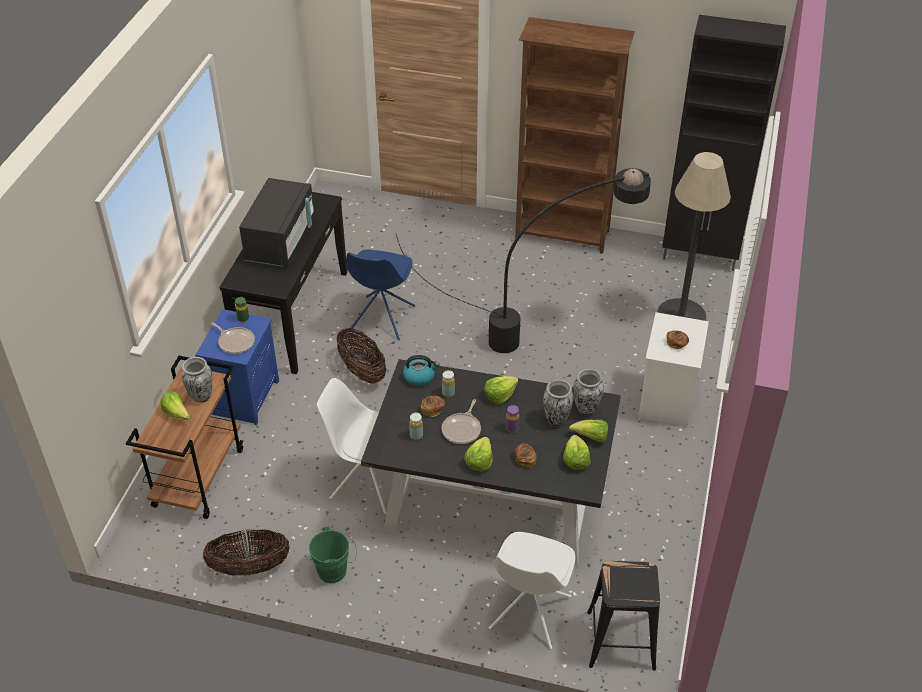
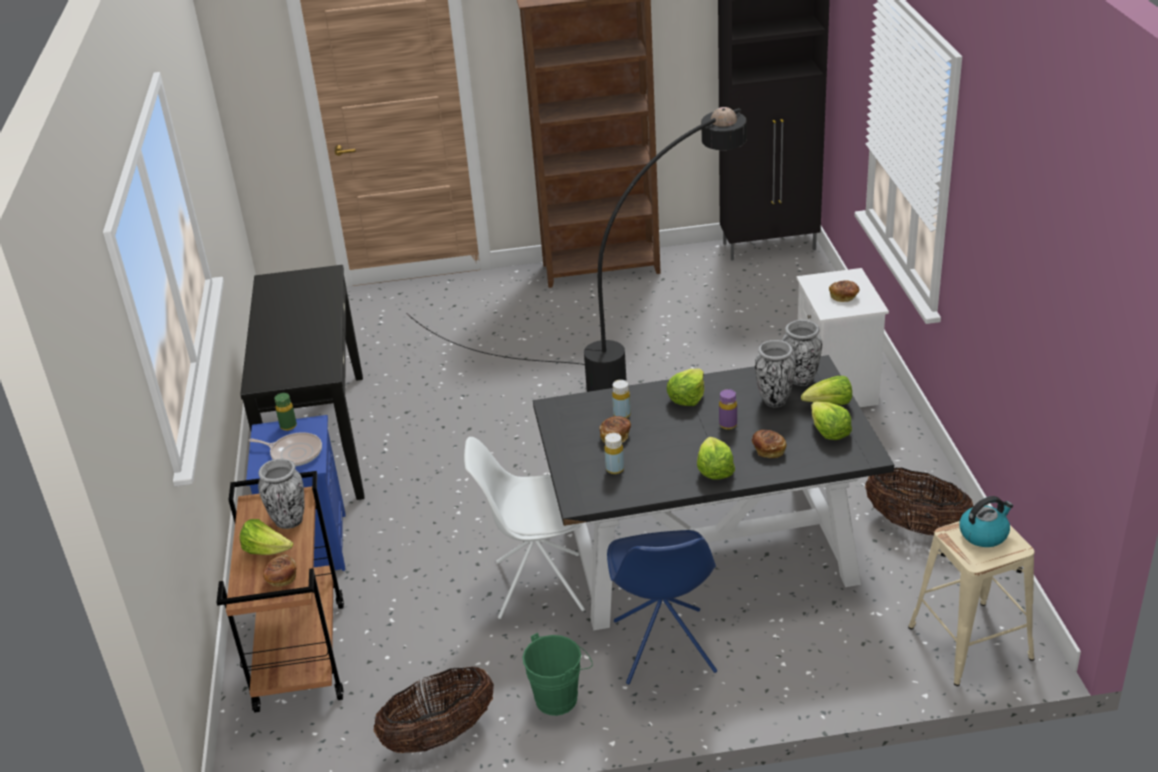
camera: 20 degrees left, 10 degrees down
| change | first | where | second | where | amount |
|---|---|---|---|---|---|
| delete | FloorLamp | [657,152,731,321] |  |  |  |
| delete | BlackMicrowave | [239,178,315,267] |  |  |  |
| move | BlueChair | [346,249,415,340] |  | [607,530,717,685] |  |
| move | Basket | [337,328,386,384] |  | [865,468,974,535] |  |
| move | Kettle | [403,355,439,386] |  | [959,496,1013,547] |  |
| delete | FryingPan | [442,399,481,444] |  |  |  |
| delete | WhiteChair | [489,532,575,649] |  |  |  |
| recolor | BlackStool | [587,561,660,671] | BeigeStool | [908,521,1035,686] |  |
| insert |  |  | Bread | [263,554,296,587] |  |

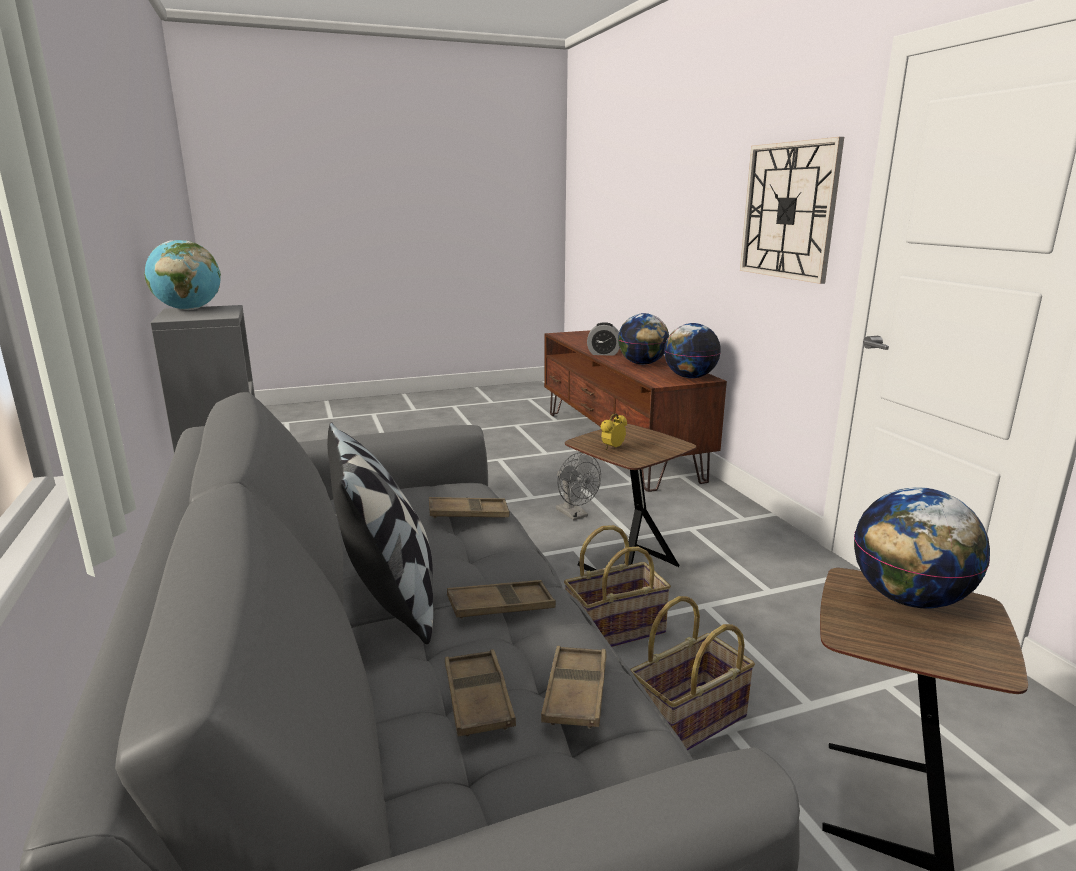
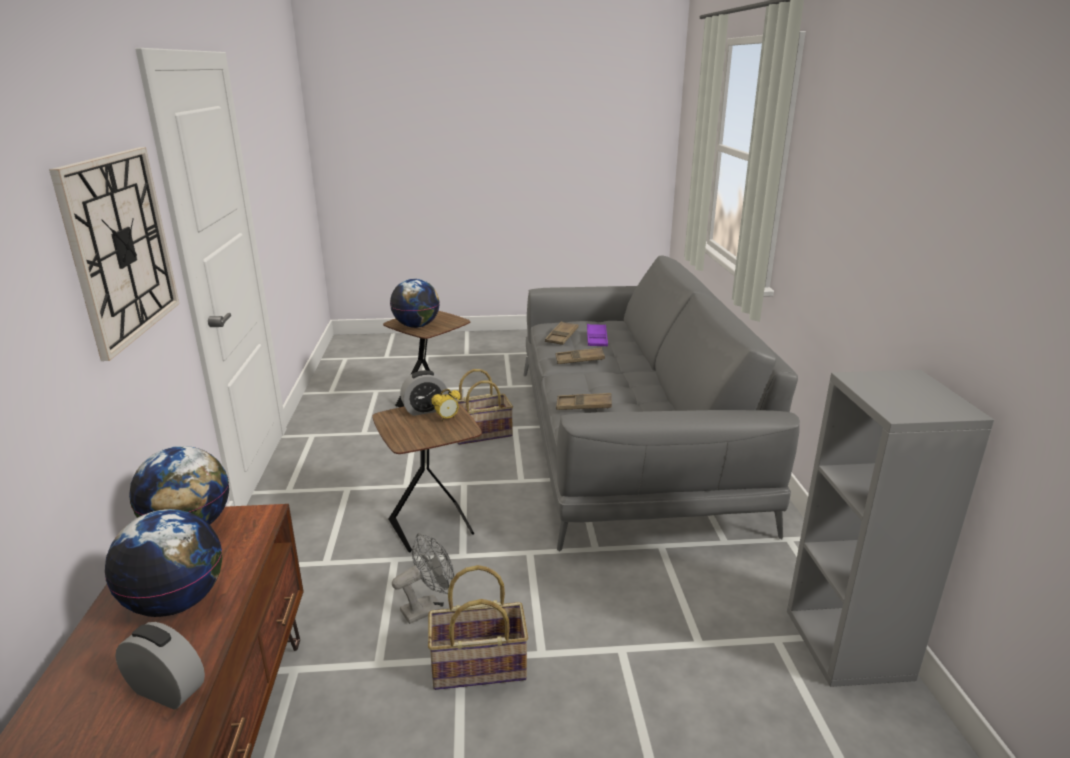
camera: 165 degrees left, 5 degrees up
| change | first | where | second | where | amount |
|---|---|---|---|---|---|
| delete | Globe | [145,240,221,310] |  |  |  |
| delete | Pillow | [327,422,433,644] |  |  |  |
| rotate | GreyFan | [556,452,601,520] |  | [392,533,454,624] | 75 degrees clockwise |
| move | Basket | [564,525,671,647] |  | [428,565,528,690] |  |
| recolor | BrownTray | [445,649,516,737] | PurpleTray | [587,324,608,346] |  |
| insert |  |  | AlarmClock | [400,370,448,416] |  |

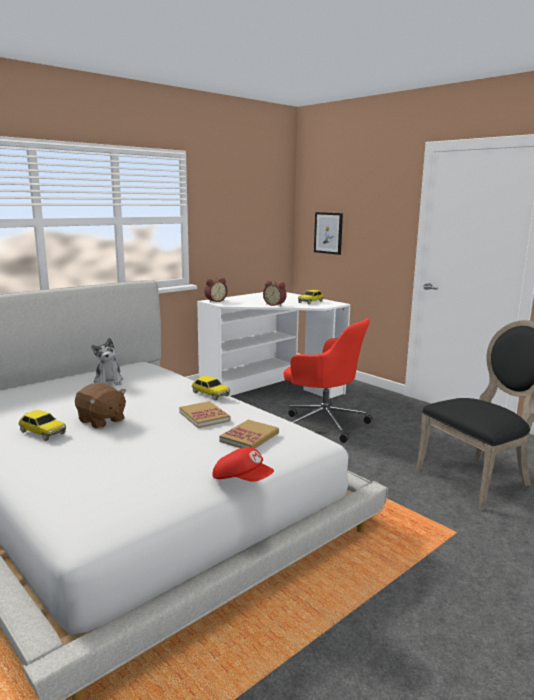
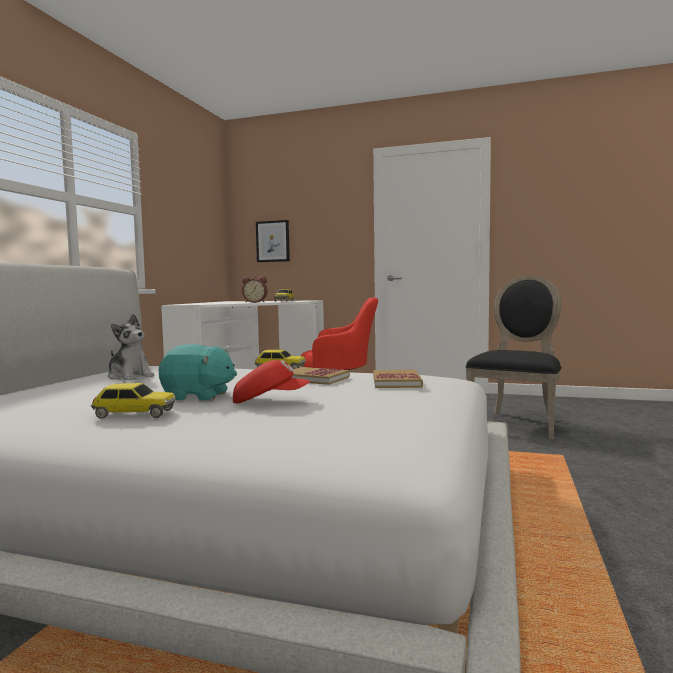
camera: 30 degrees left, 10 degrees down
| change | first | where | second | where | amount |
|---|---|---|---|---|---|
| delete | AlarmClock | [205,278,227,302] |  |  |  |
| recolor | BrownPlushToy | [75,383,127,429] | TurquoisePlushToy | [159,344,237,401] |  |
| move | RedCap | [213,447,274,482] |  | [233,360,310,403] |  |

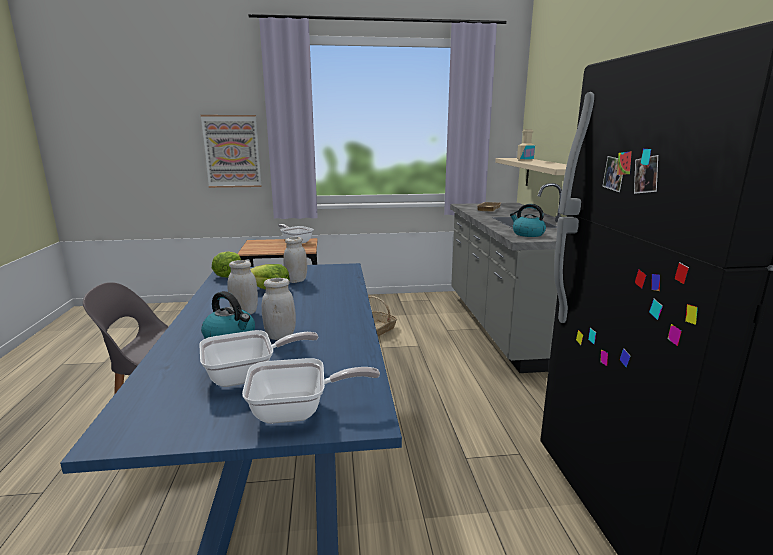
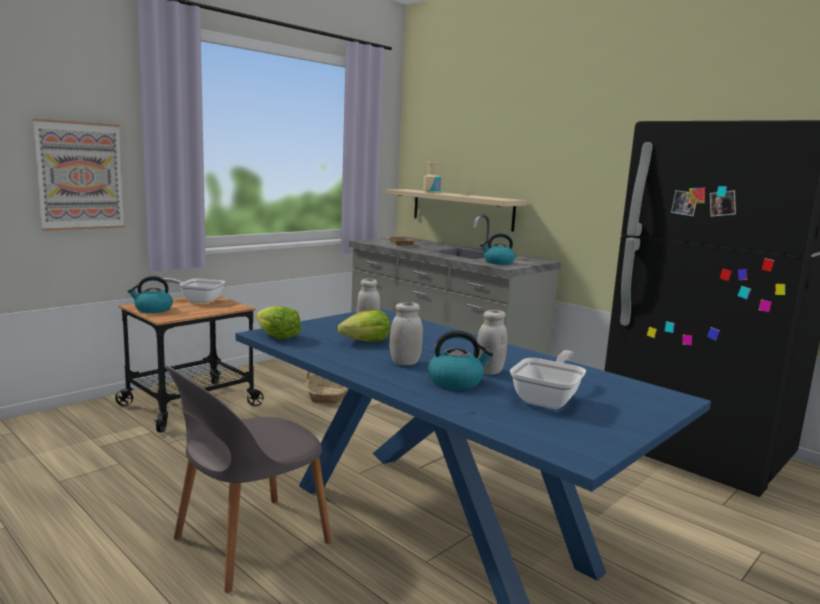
camera: 40 degrees left, 5 degrees down
| change | first | where | second | where | amount |
|---|---|---|---|---|---|
| delete | FryingPan | [242,358,380,424] |  |  |  |
| insert |  |  | Kettle | [128,276,173,313] |  |

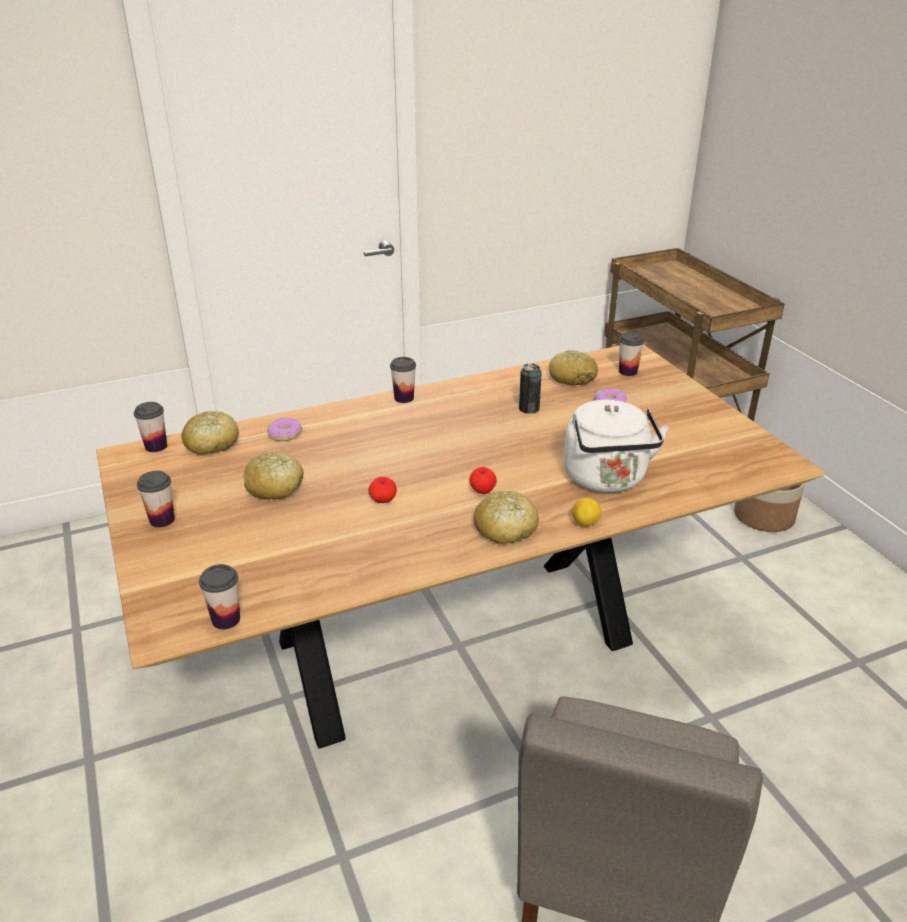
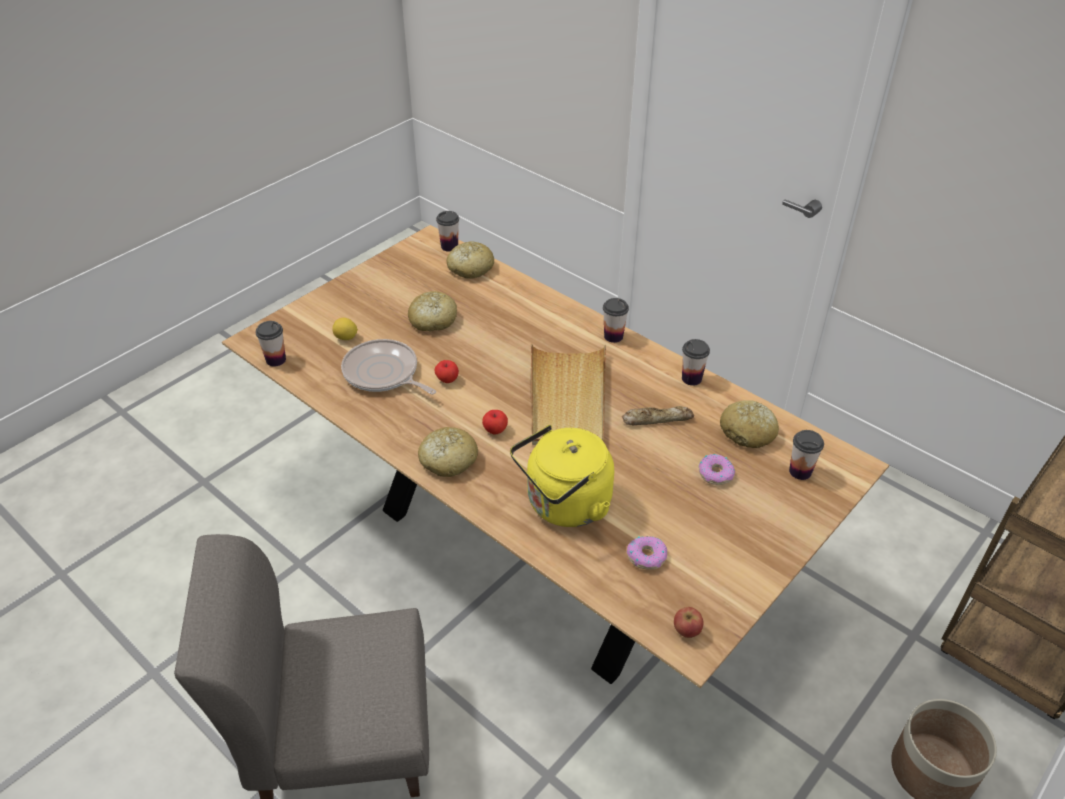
camera: 65 degrees right, 10 degrees up
| change | first | where | second | where | amount |
|---|---|---|---|---|---|
| replace | Can | [519,363,542,414] | Bread | [622,406,694,425] |  |
| recolor | WhiteKettle | [564,400,669,493] | YellowKettle | [510,425,614,527] |  |
| move | Donut | [267,418,303,441] |  | [627,536,667,570] |  |
| move | Cup | [137,471,175,528] |  | [682,339,710,386] |  |
| move | Lemon | [572,498,601,526] |  | [332,318,358,340] |  |
| insert |  |  | FryingPan | [341,339,436,394] |  |
| insert |  |  | BeigeTray | [531,343,606,445] |  |
| insert |  |  | Apple | [674,607,704,638] |  |

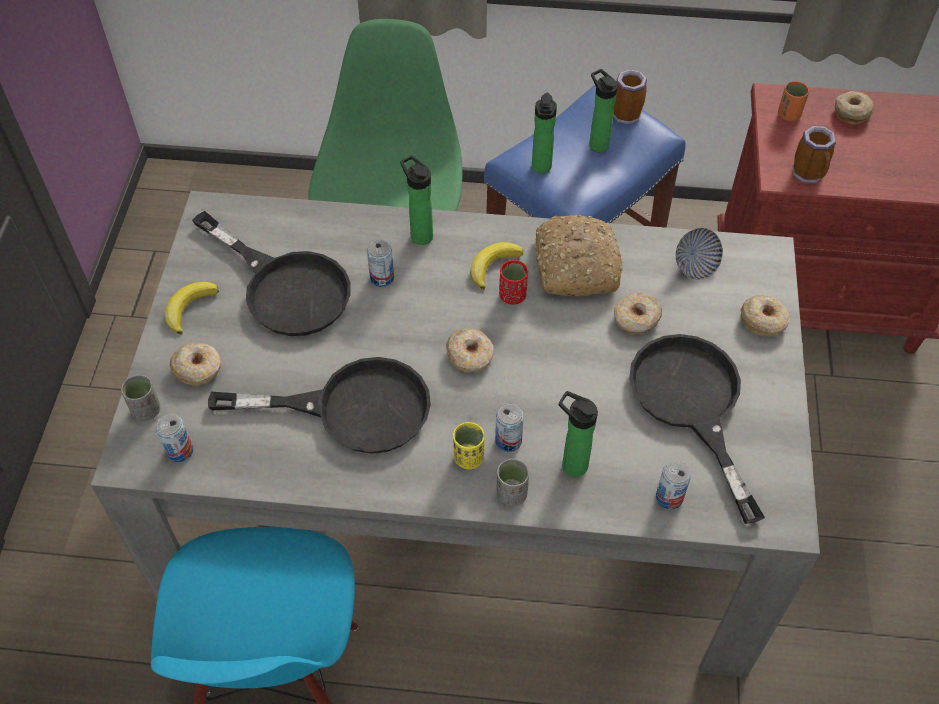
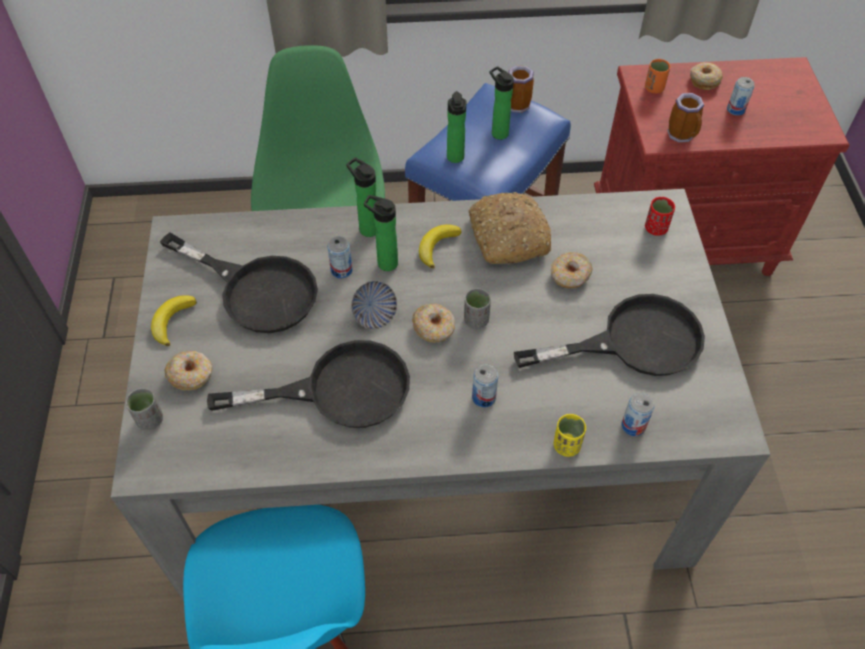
camera: 10 degrees left, 0 degrees up
| change | first | where | second | where | amount |
|---|---|---|---|---|---|
| move | Bowl | [676,228,723,279] |  | [351,281,397,329] |  |
| move | RedCup | [499,260,528,305] |  | [645,197,675,236] |  |
| delete | Donut | [741,295,790,337] |  |  |  |
| rotate | BlackFryingPan | [629,334,765,524] |  | [514,294,705,376] | 105 degrees clockwise |
| move | Bottle | [559,391,598,477] |  | [364,195,398,271] |  |
| move | Can | [156,414,193,462] |  | [727,77,755,116] |  |
| move | YellowCup | [453,422,484,469] |  | [554,414,586,457] |  |
| move | GreyCup | [496,459,529,507] |  | [464,288,491,329] |  |

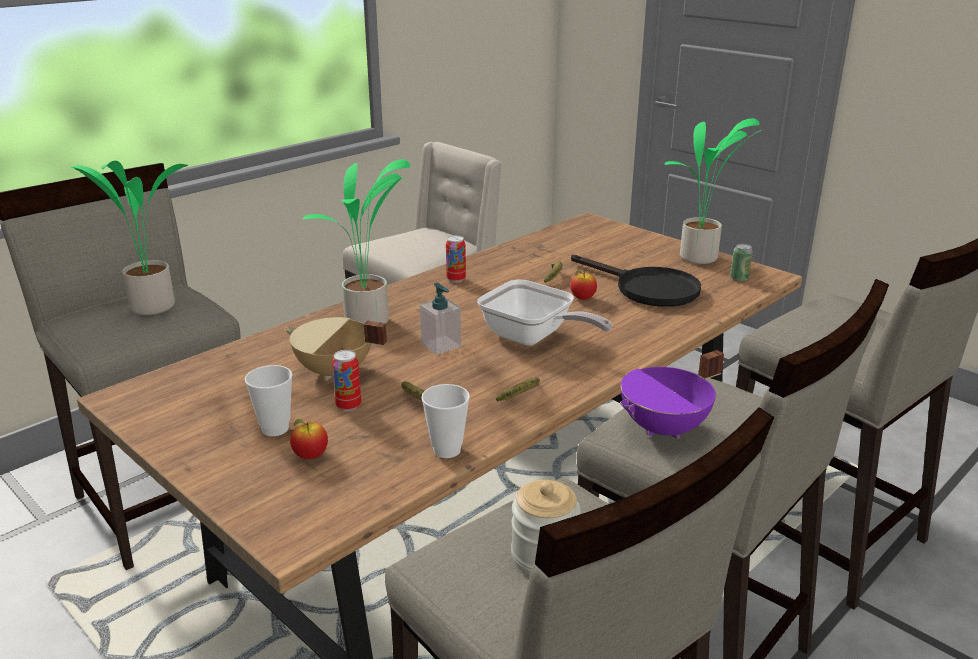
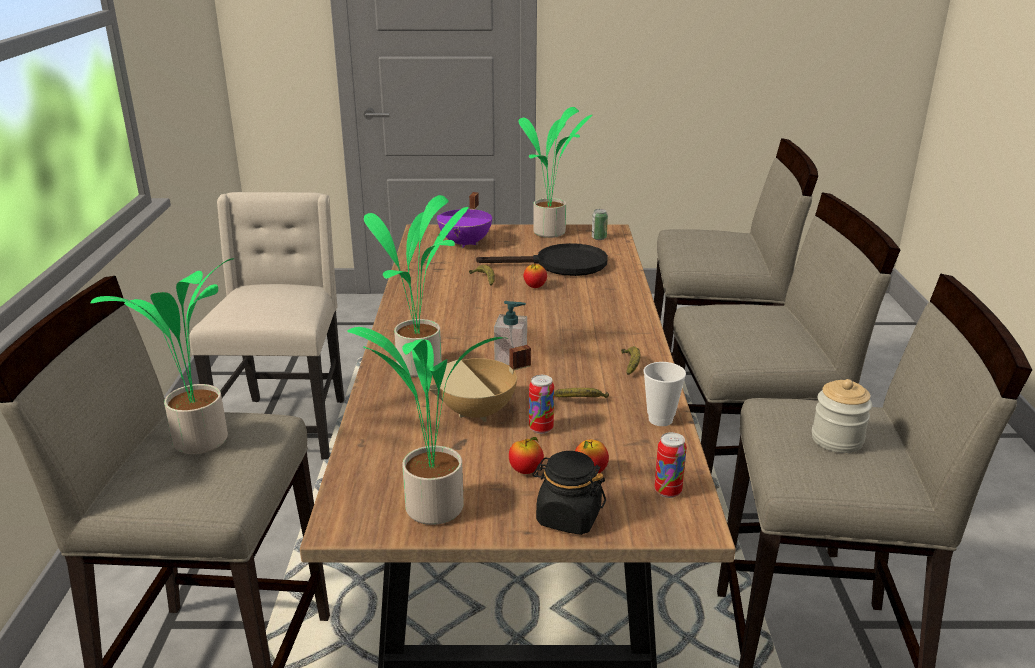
camera: 45 degrees left, 0 degrees up
| change | first | where | second | where | amount |
|---|---|---|---|---|---|
| move | Can | [446,235,466,283] |  | [654,432,687,498] |  |
| delete | FryingPan | [477,280,612,346] |  |  |  |
| move | PurpleCookingPot | [620,350,724,440] |  | [437,192,492,248] |  |
| replace | Cup | [245,365,292,436] | Apple | [509,437,544,474] |  |
| insert |  |  | PottedPlant | [347,327,509,525] |  |
| insert |  |  | BlackJar | [533,451,606,535] |  |

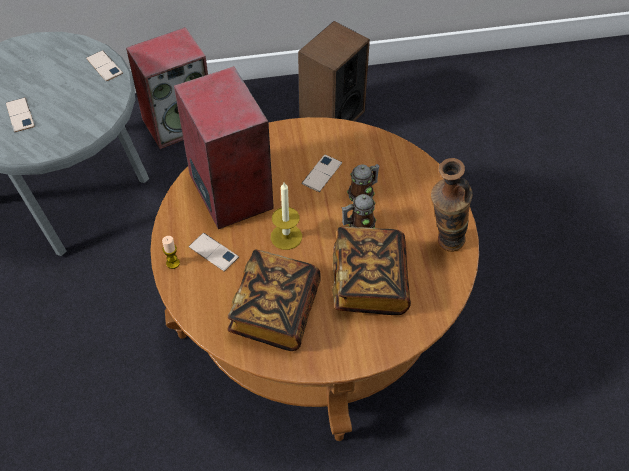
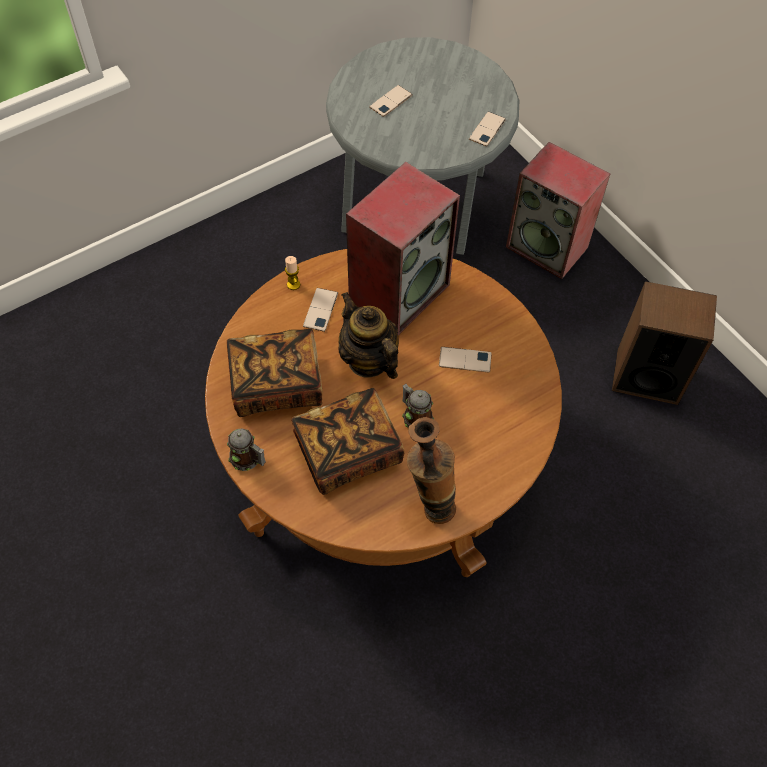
camera: 65 degrees right, 5 degrees up
| change | first | where | second | where | amount |
|---|---|---|---|---|---|
| move | Mug | [347,164,380,202] |  | [227,429,266,471] |  |
| replace | Candle | [271,182,302,250] | Teapot | [339,292,399,379] |  |

